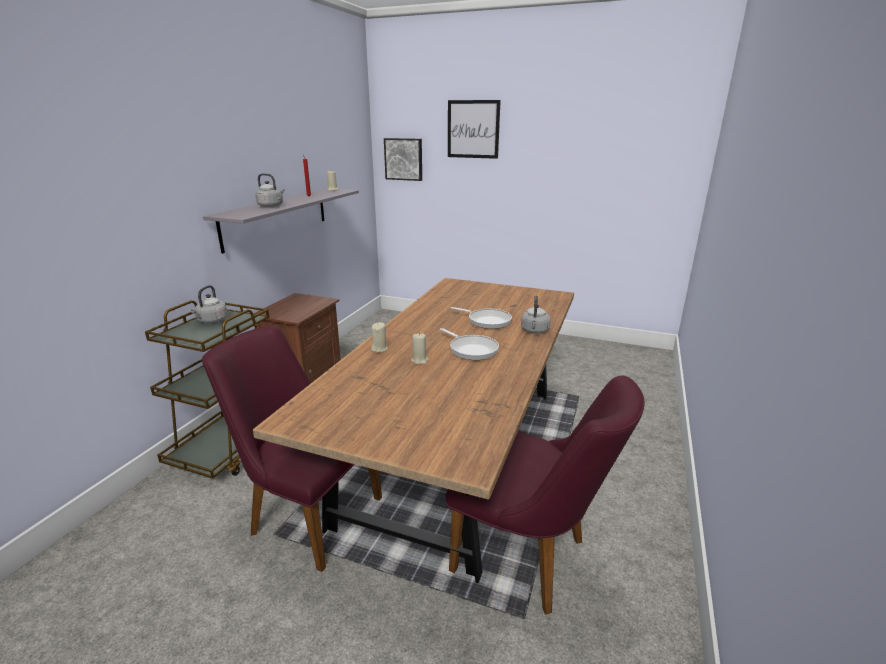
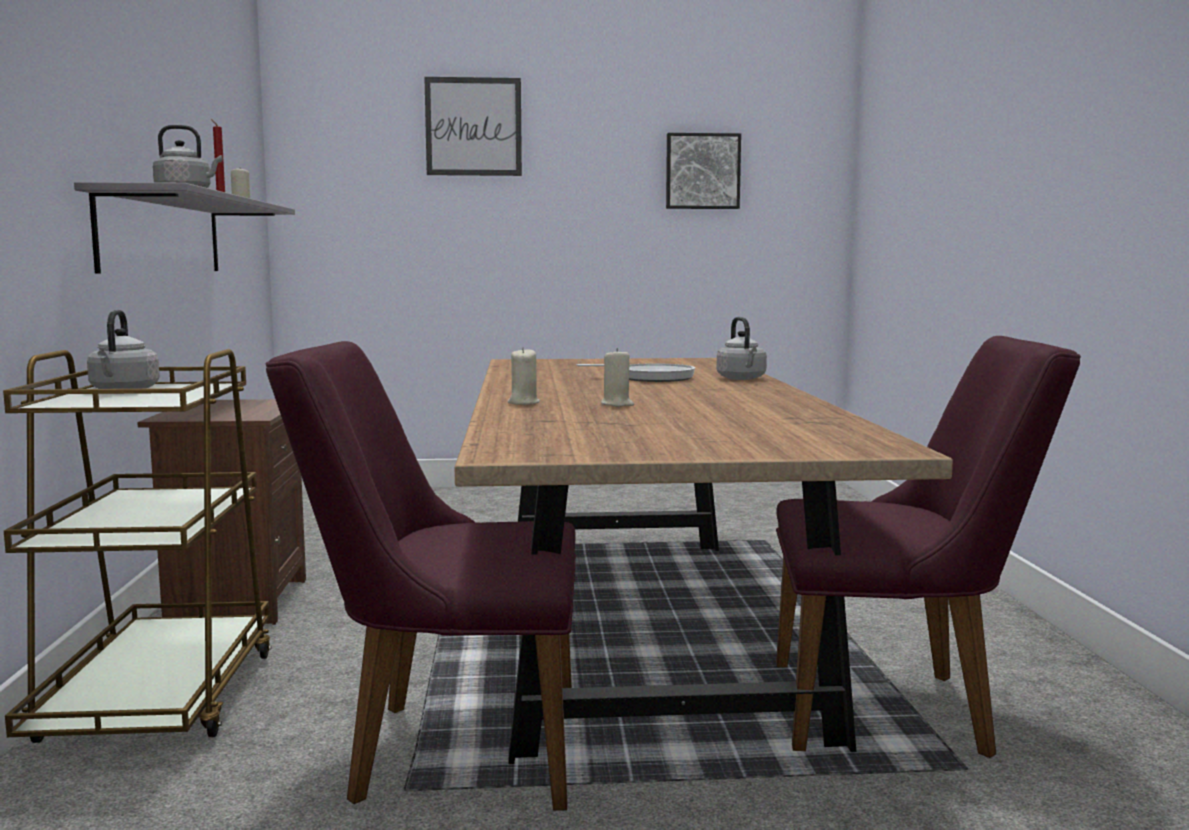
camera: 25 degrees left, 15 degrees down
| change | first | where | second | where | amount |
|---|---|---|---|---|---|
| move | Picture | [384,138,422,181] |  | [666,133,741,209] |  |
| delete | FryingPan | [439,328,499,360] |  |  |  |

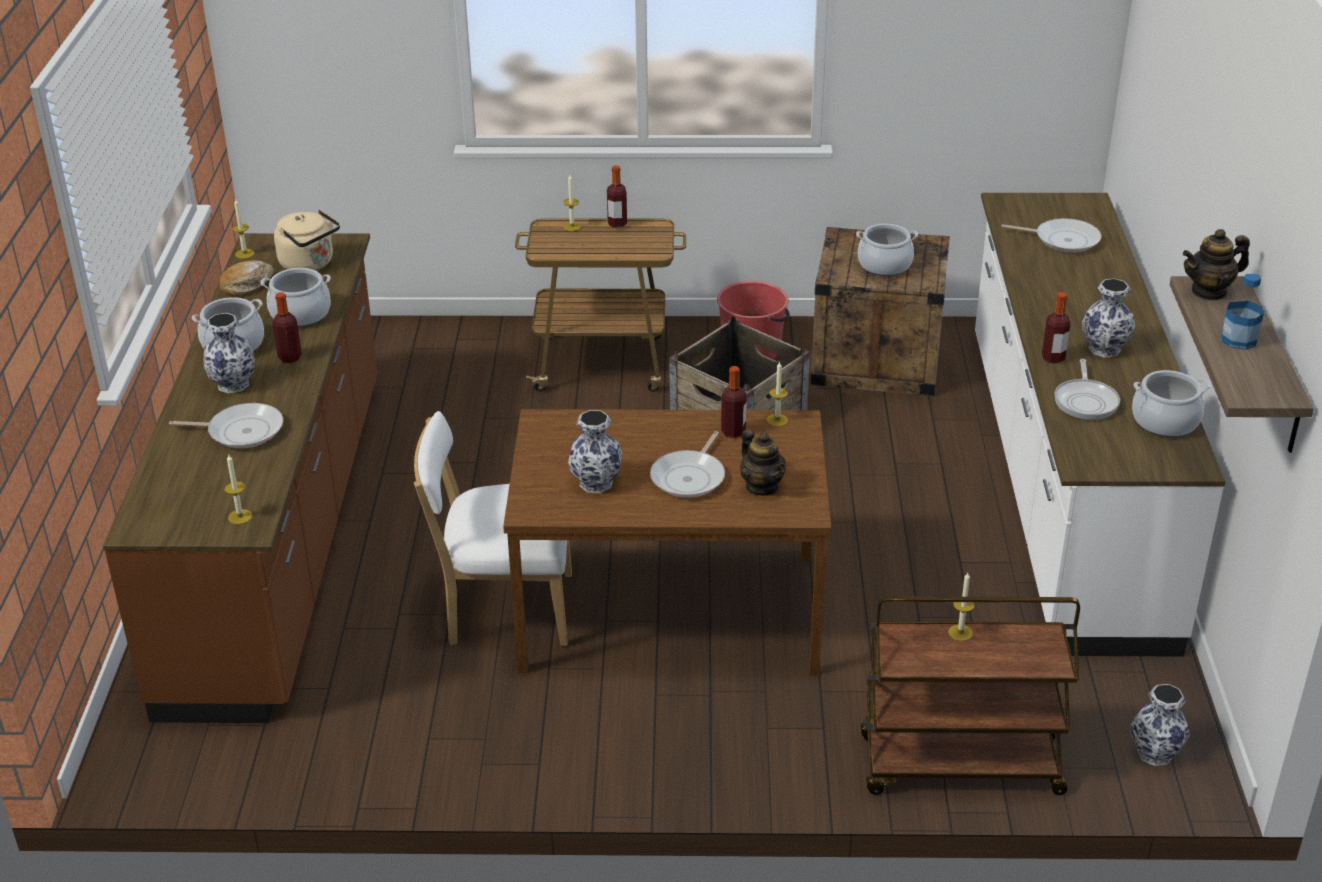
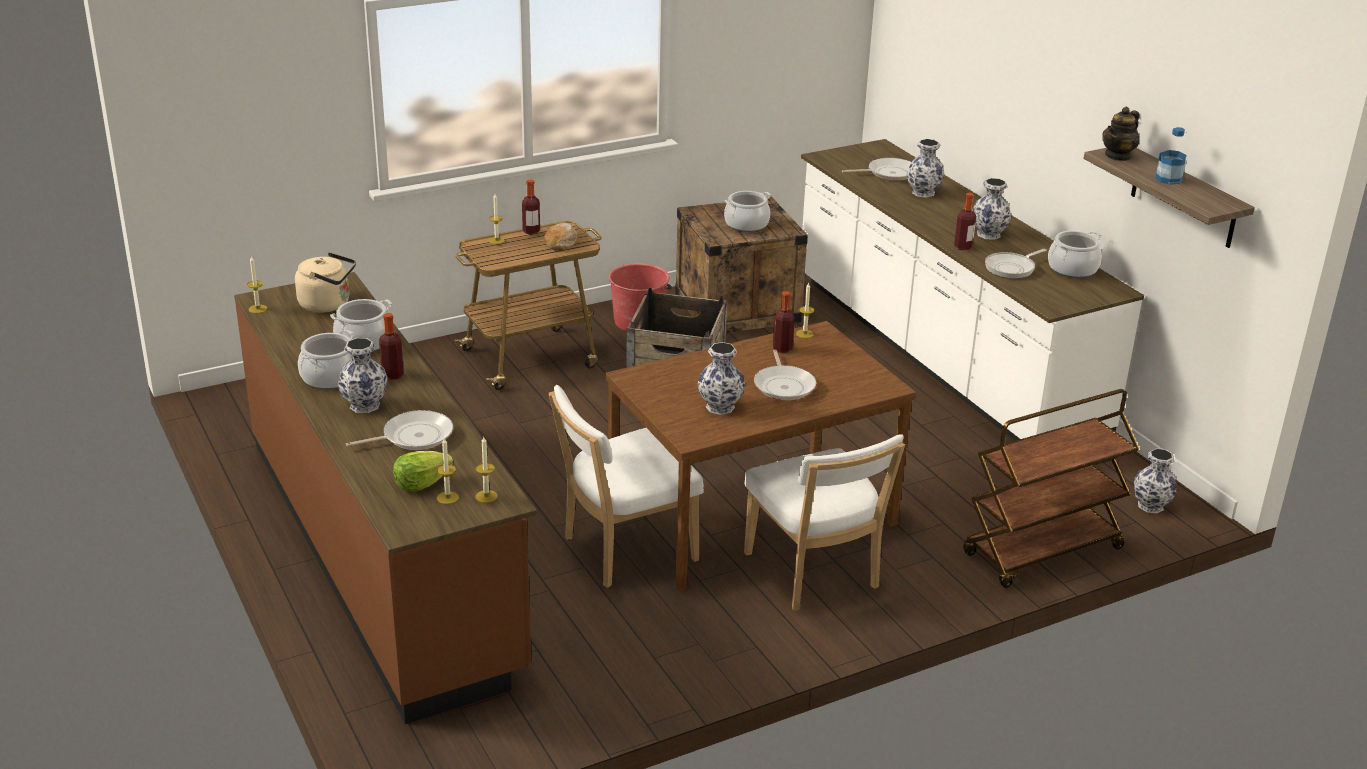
camera: 30 degrees left, 5 degrees down
| change | first | where | second | where | amount |
|---|---|---|---|---|---|
| move | Bread | [220,260,274,296] |  | [544,222,578,251] |  |
| rotate | FryingPan | [1054,359,1120,420] |  | [985,249,1046,279] | 75 degrees clockwise |
| delete | Teapot | [740,429,786,496] |  |  |  |
| move | Candle | [948,573,975,641] |  | [437,438,459,504] |  |
| insert |  |  | Vase | [907,139,944,198] |  |
| insert |  |  | WhiteChair | [744,434,905,610] |  |
| insert |  |  | Lettuce | [393,451,453,492] |  |

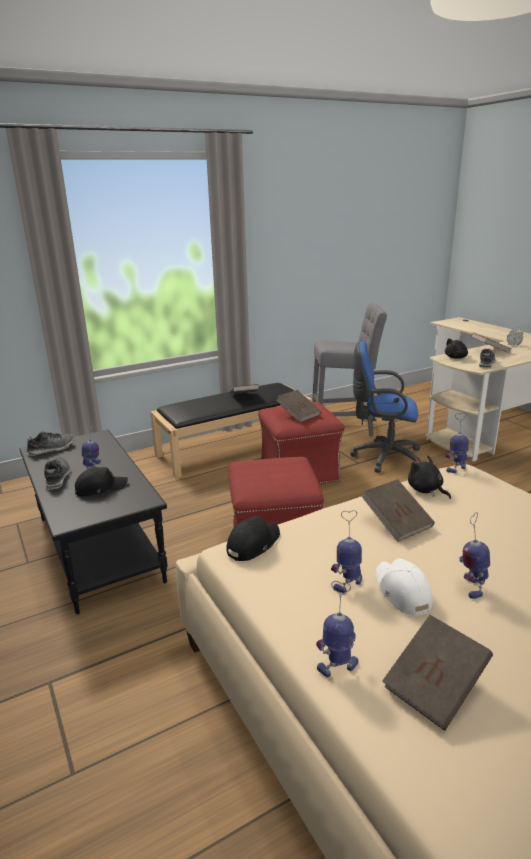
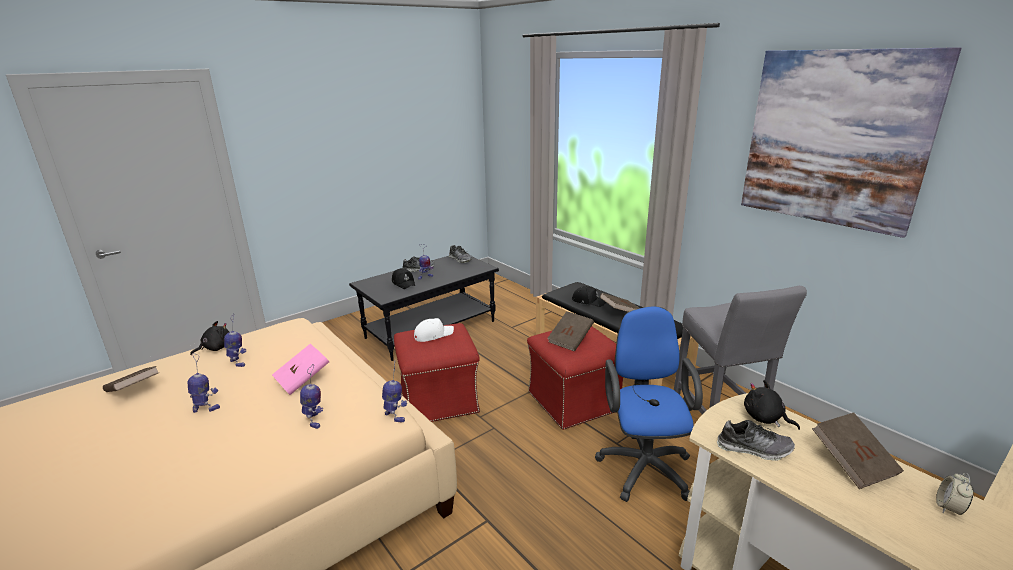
camera: 80 degrees right, 0 degrees up
| change | first | where | second | where | amount |
|---|---|---|---|---|---|
| move | BlackPlushToy | [408,456,451,499] |  | [190,321,229,355] |  |
| recolor | BrownBook | [362,479,435,542] | PinkBook | [272,344,329,395] |  |
| move | BlackCap | [226,516,280,561] |  | [572,286,606,307] |  |
| move | WhiteCap | [375,559,432,616] |  | [414,318,454,342] |  |
| move | ToyRobot | [316,581,358,678] |  | [300,364,323,429] |  |
| insert |  |  | Picture | [741,47,961,238] |  |

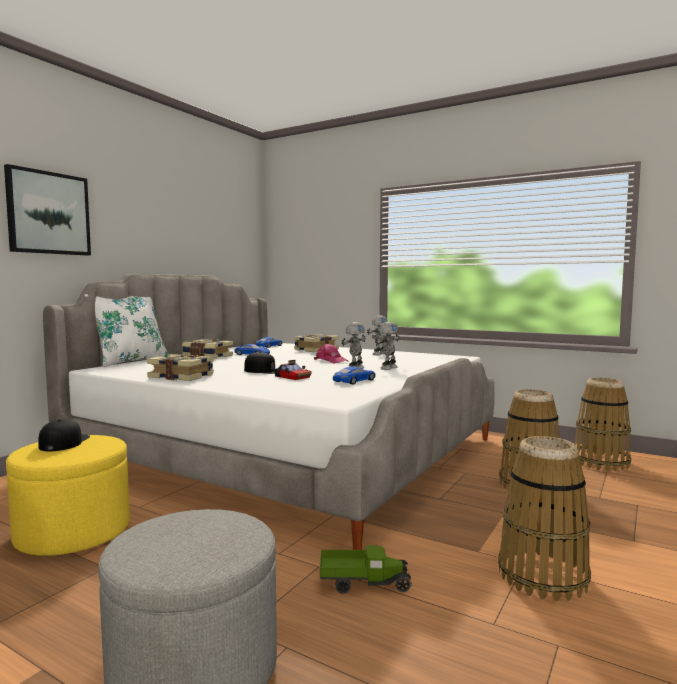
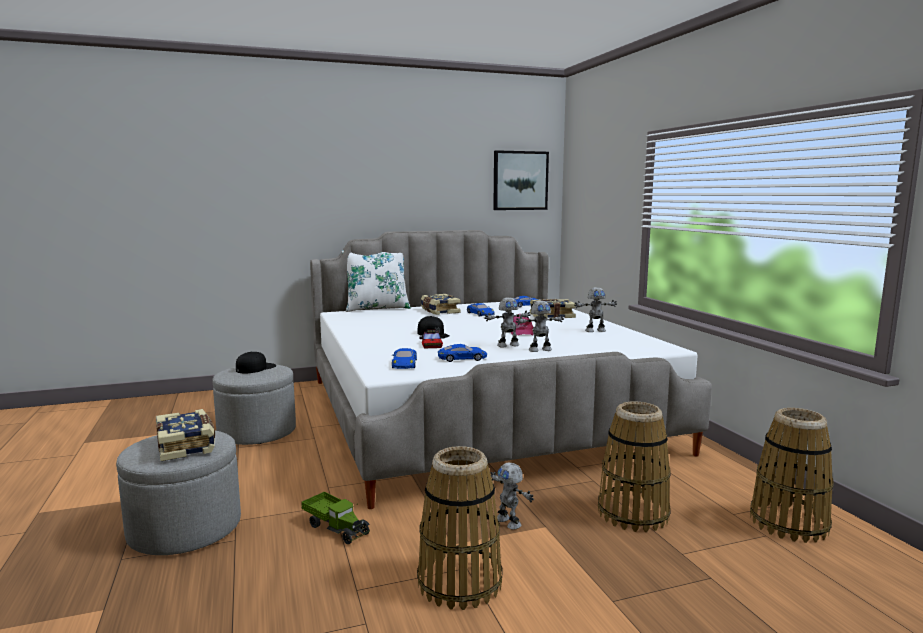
camera: 40 degrees right, 5 degrees up
| change | first | where | second | where | amount |
|---|---|---|---|---|---|
| move | Picture | [4,164,91,256] |  | [493,150,549,210] |  |
| move | Book | [147,354,214,381] |  | [156,409,215,461] |  |
| recolor | YellowOttoman | [6,435,130,556] | GreyOttoman | [212,364,296,445] |  |
| insert |  |  | BlueToyCar | [392,348,417,369] |  |
| insert |  |  | ToyRobot | [491,463,534,530] |  |

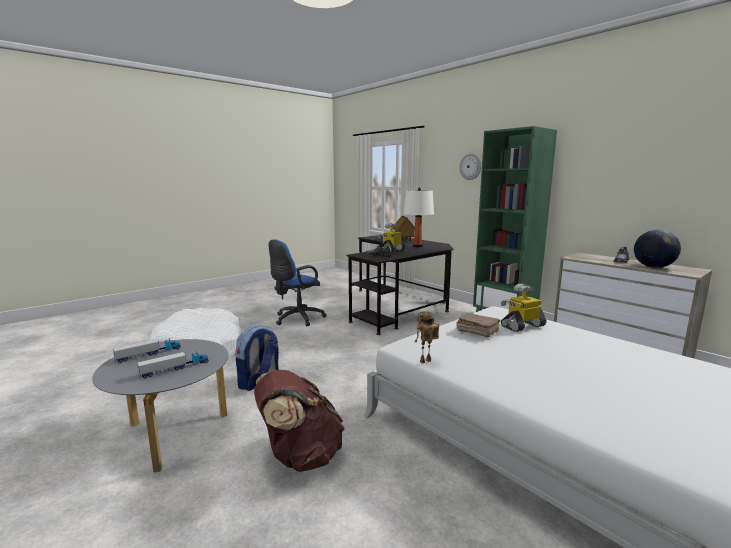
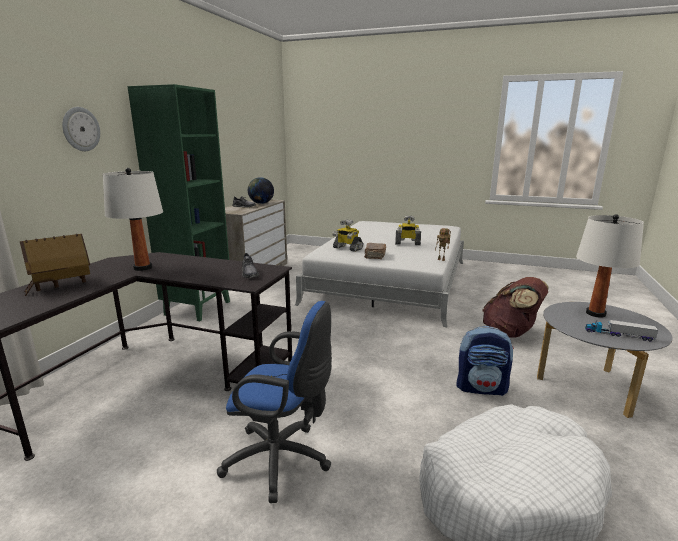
camera: 120 degrees left, 5 degrees up
| change | first | where | second | where | amount |
|---|---|---|---|---|---|
| move | ToyRobot | [378,223,405,253] |  | [395,215,421,245] |  |
| replace | ToyTruck | [137,351,209,378] | WhiteTableLamp | [576,214,644,318] |  |

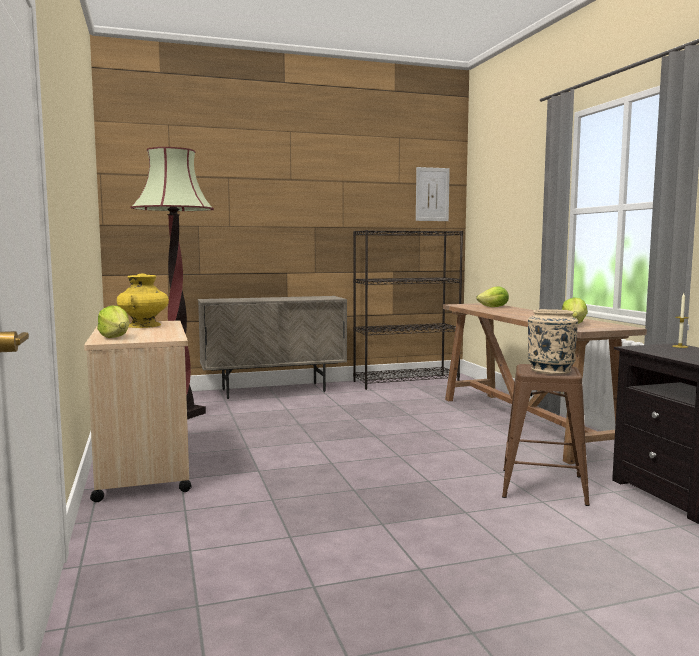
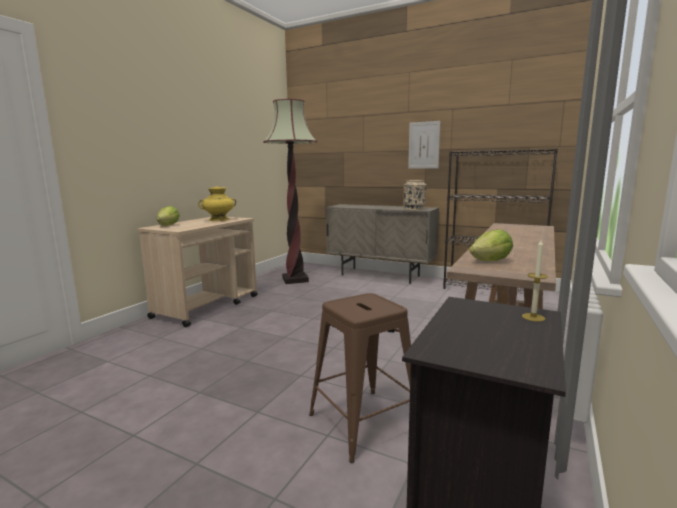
camera: 45 degrees right, 5 degrees up
| change | first | where | second | where | amount |
|---|---|---|---|---|---|
| move | Picture | [416,167,450,221] |  | [408,121,440,169] |  |
| delete | Lettuce | [477,286,509,307] |  |  |  |
| move | BeigeVase | [528,309,578,374] |  | [404,180,427,210] |  |

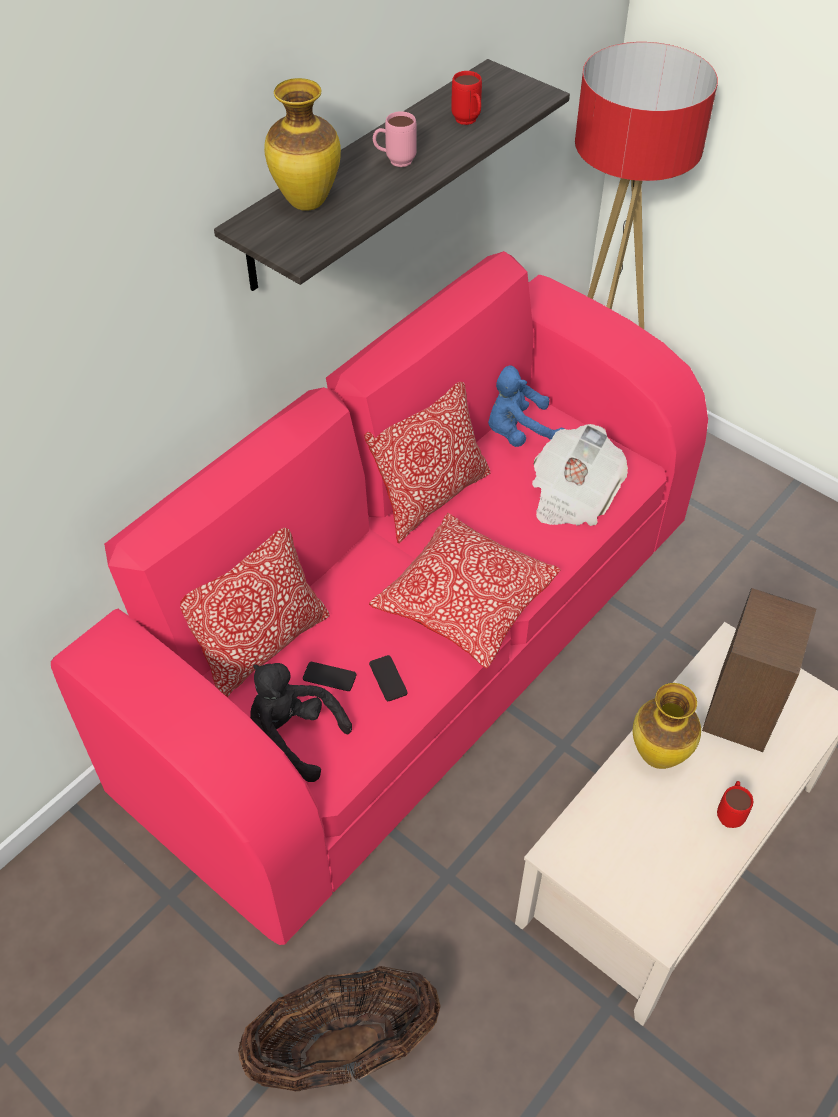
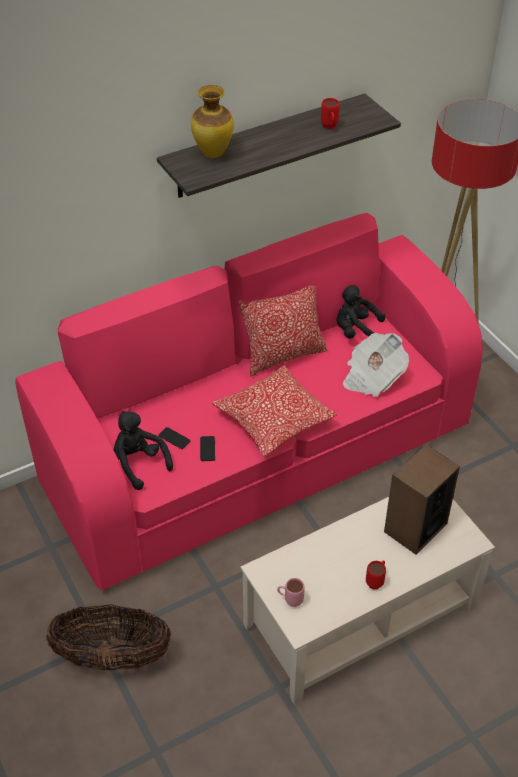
camera: 20 degrees right, 5 degrees down
| change | first | where | second | where | amount |
|---|---|---|---|---|---|
| move | PinkMug | [373,111,417,167] |  | [277,578,305,607] |  |
| recolor | BluePlushToy | [488,365,564,447] | BlackPlushToy | [336,285,385,339] |  |
| delete | Pillow | [180,528,330,697] |  |  |  |
| delete | Vase | [633,683,701,769] |  |  |  |

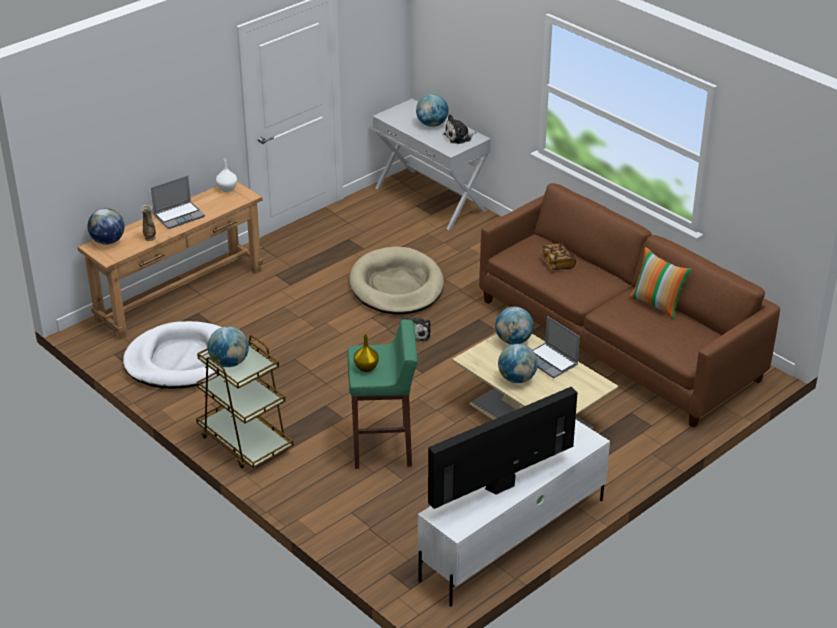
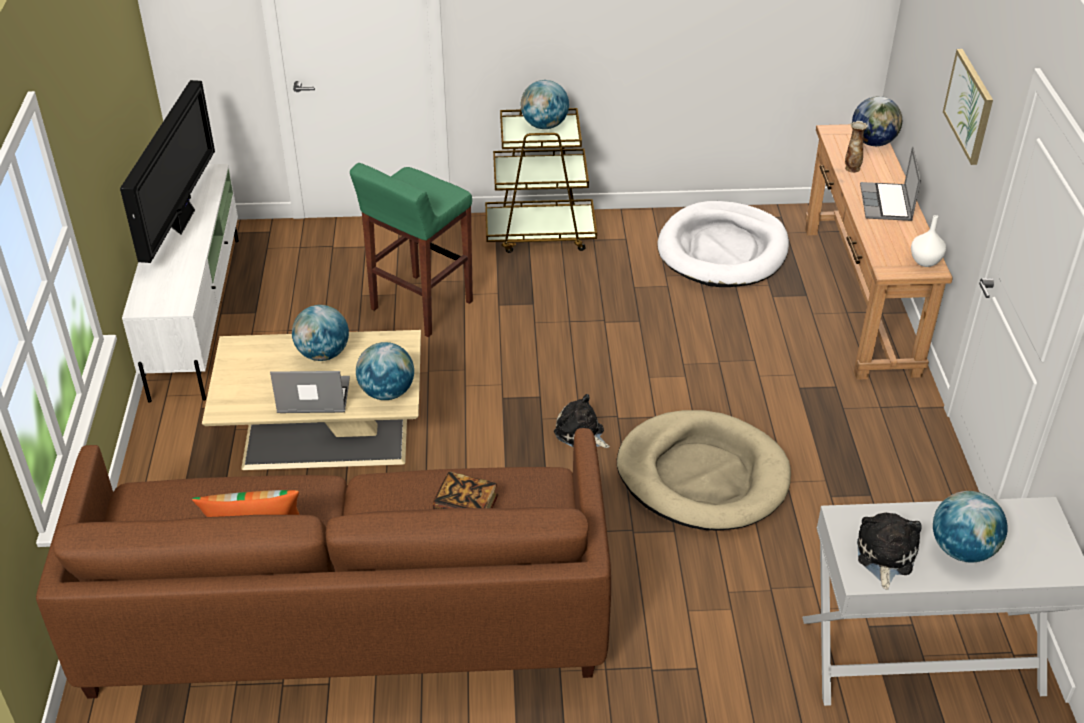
camera: 130 degrees right, 5 degrees up
| change | first | where | second | where | amount |
|---|---|---|---|---|---|
| delete | YellowVase | [354,334,379,372] |  |  |  |
| insert |  |  | Picture | [943,49,993,165] |  |

